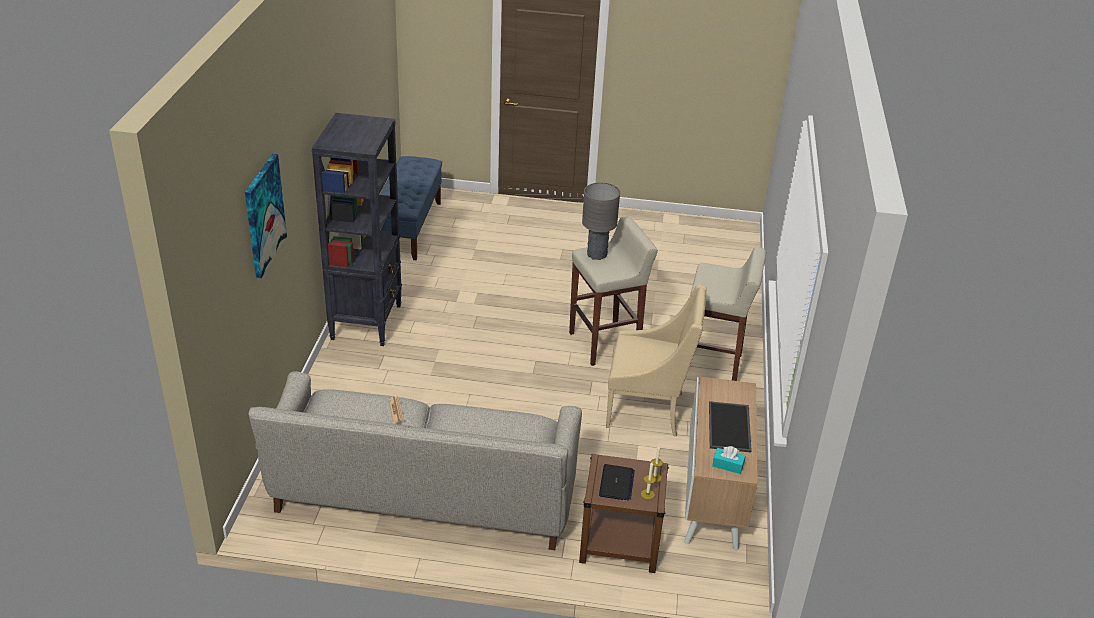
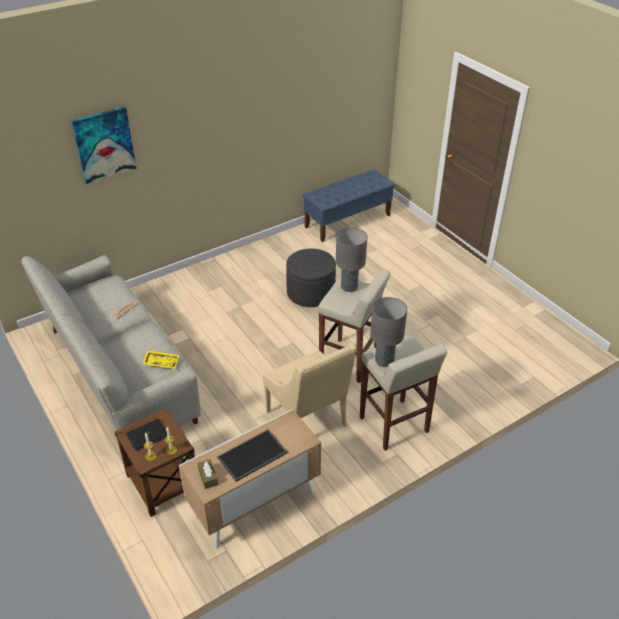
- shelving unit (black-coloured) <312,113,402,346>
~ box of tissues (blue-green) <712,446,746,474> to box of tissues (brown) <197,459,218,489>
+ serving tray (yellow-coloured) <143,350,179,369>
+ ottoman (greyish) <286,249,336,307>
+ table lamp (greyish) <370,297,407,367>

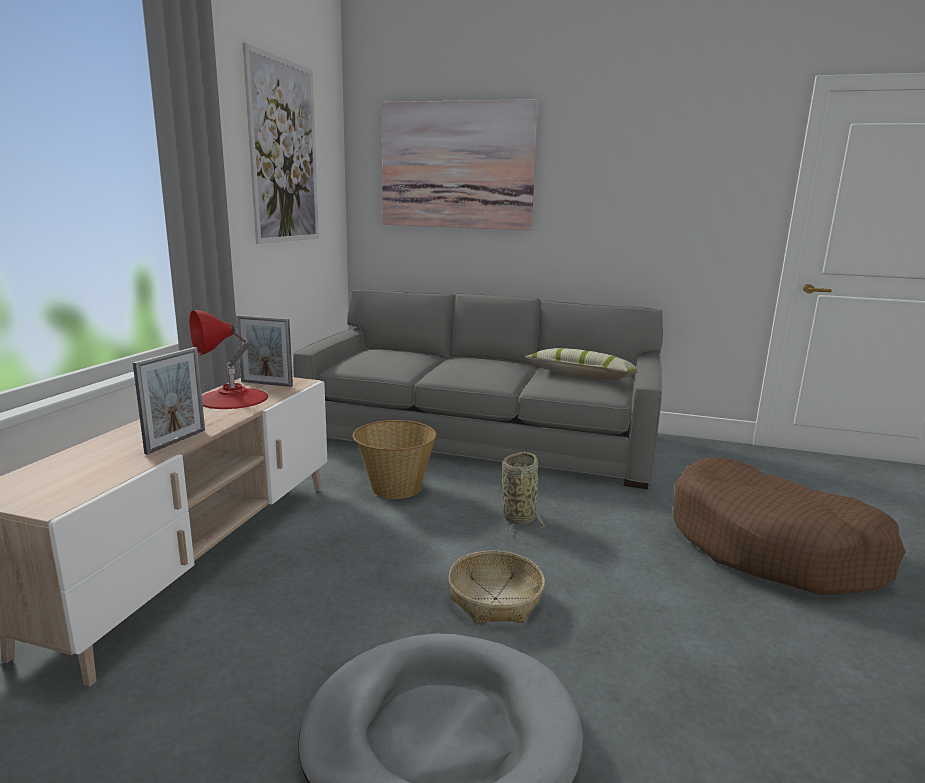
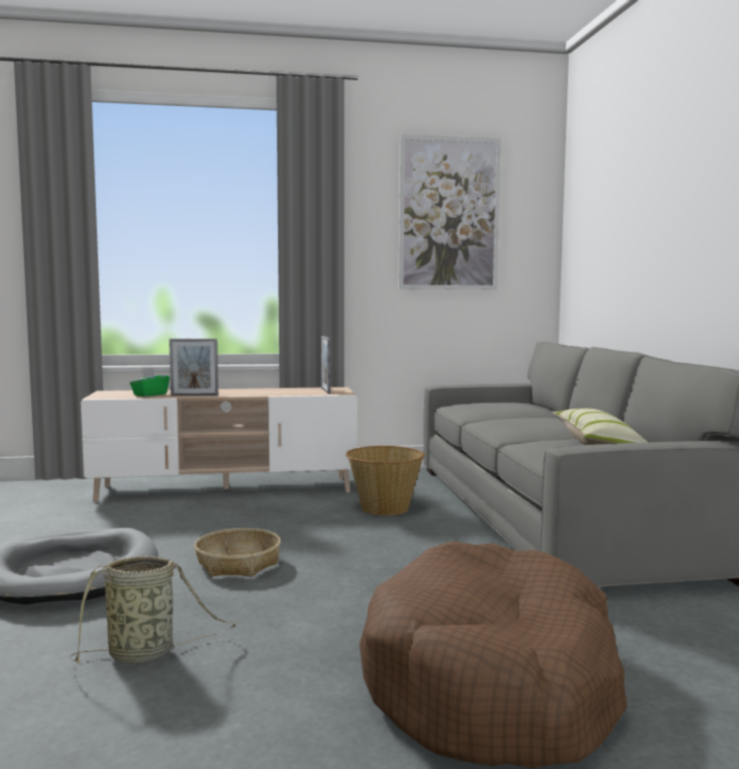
- table lamp (red-coloured) <189,310,268,409>
- wall art <382,99,539,230>
~ basket <502,452,545,535> to <70,556,237,664>
+ box of tissues (green) <130,368,170,397>

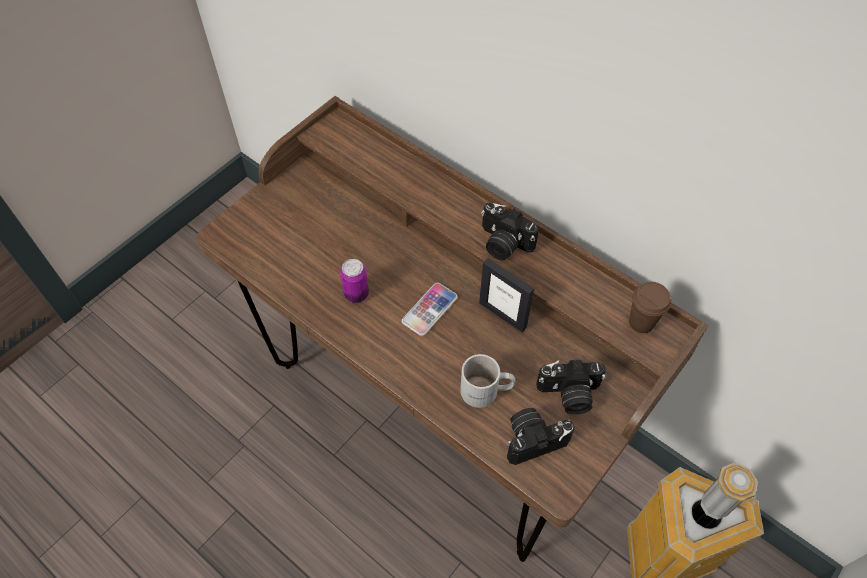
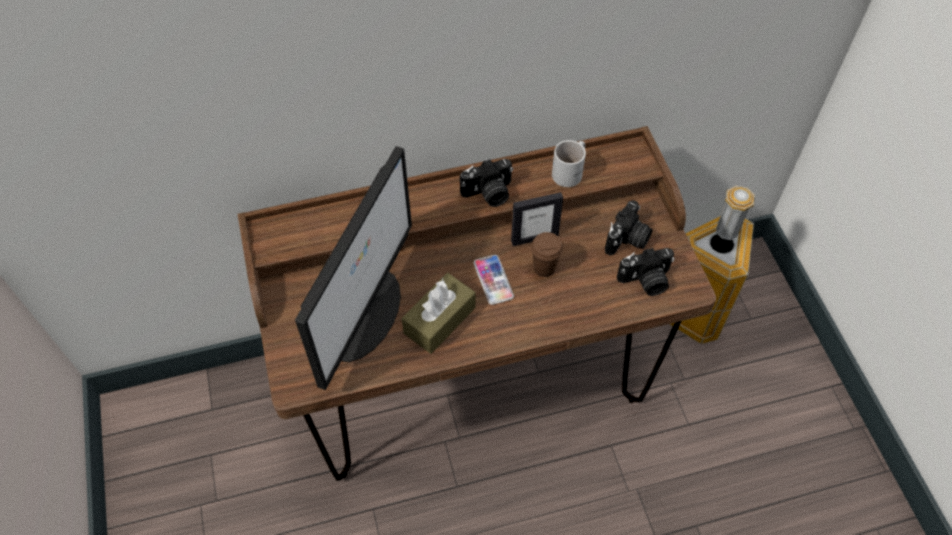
~ can <340,259,369,303> to box of tissues (brown) <402,273,476,354>
~ tea mug (white-coloured) <460,354,515,408> to <552,140,586,187>
~ photo camera <507,408,575,465> = <617,248,675,296> 120 degrees counterclockwise
~ small cup (brown) <629,282,671,333> to <531,232,563,277>
+ monitor <295,146,412,390>

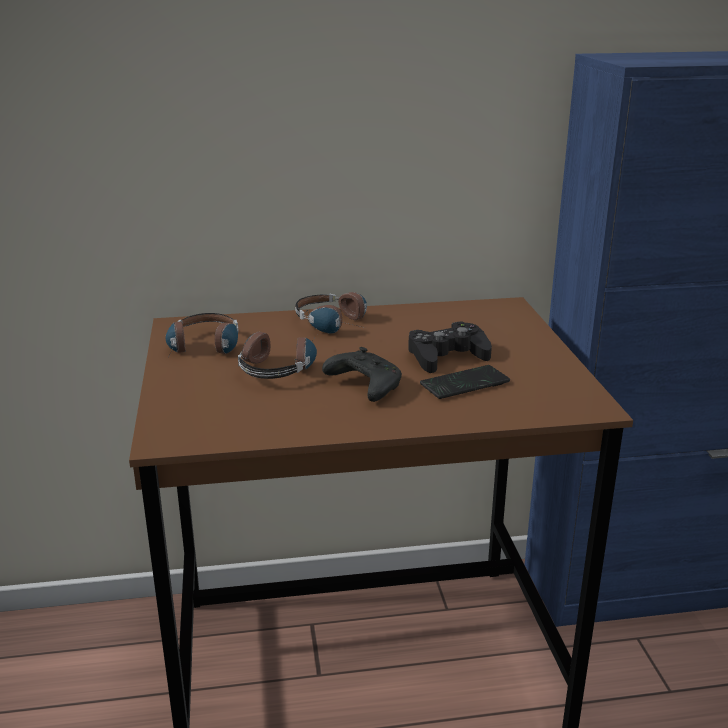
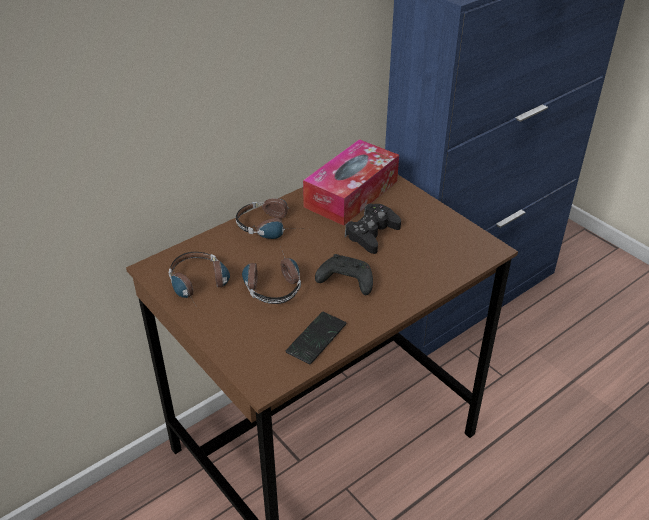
~ handset <420,365,510,399> to <286,312,346,364>
+ box of tissues <303,139,399,226>

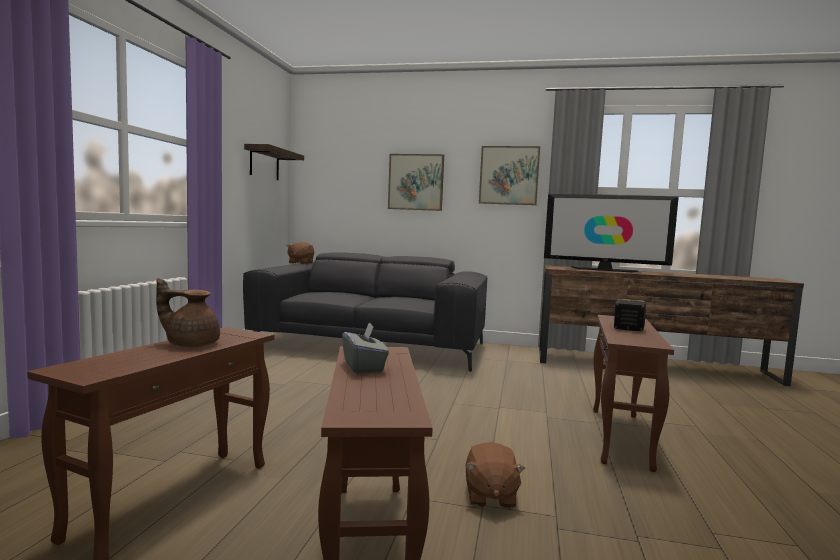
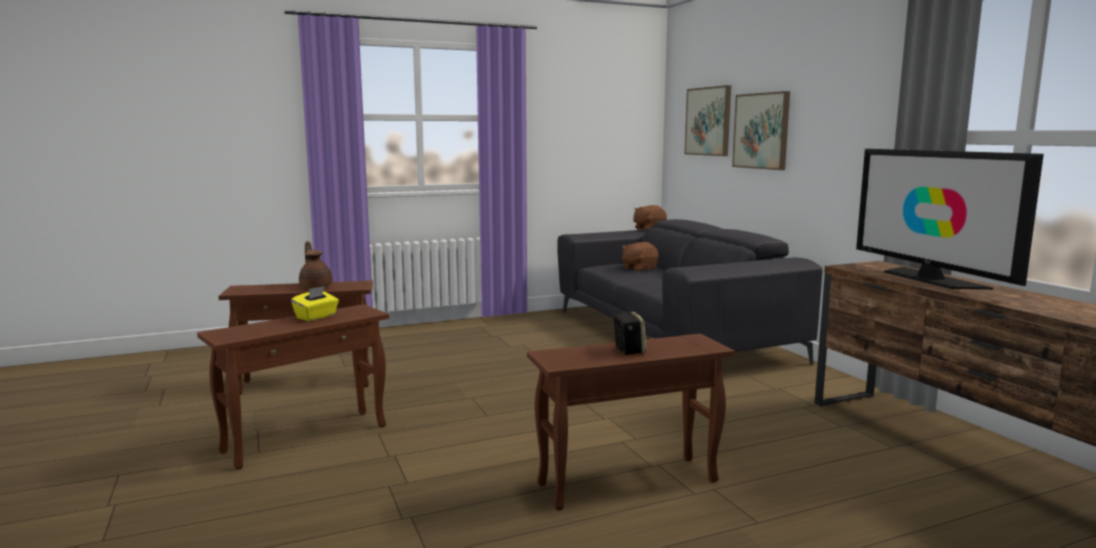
- wall shelf <244,144,304,180>
~ box of tissues (greyish) <342,323,389,374> to box of tissues (yellow-coloured) <291,286,339,321>
~ cuddly toy (brown) <465,442,525,508> to <622,242,659,271>
~ wall art <479,146,540,205> to <685,85,731,156>

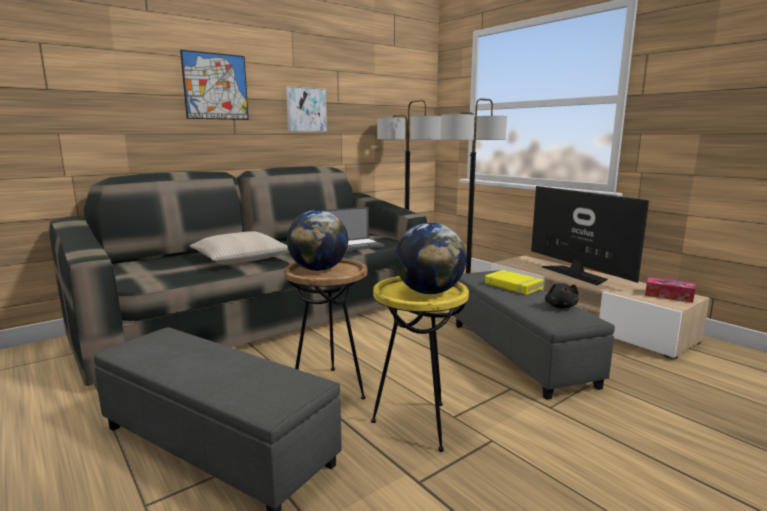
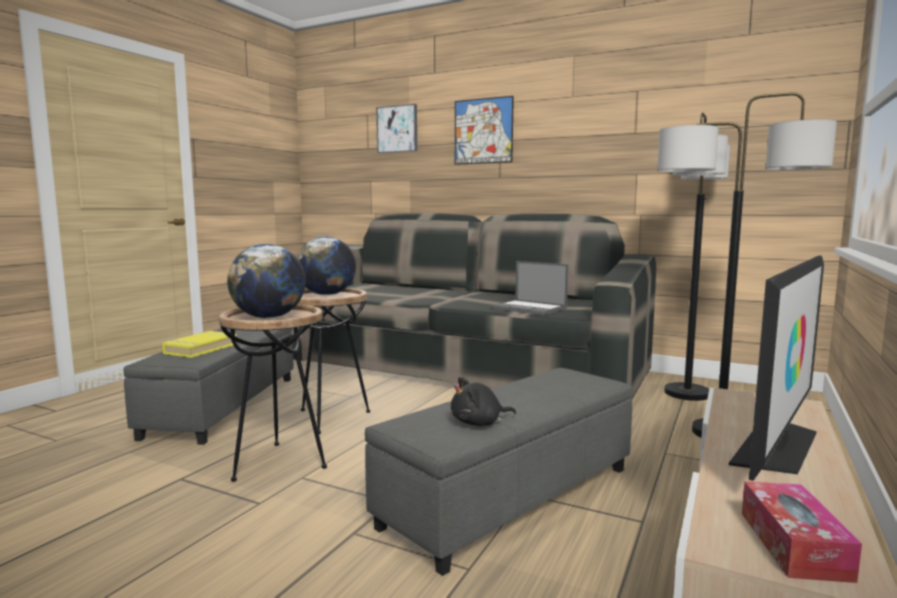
- pillow (beige) <189,231,289,264>
~ wall art <286,86,327,132> to <376,104,417,153>
~ end table (yellow-coloured) <371,276,469,452> to end table (brown) <219,305,327,482>
~ book (yellow-coloured) <485,270,544,295> to <162,331,236,358>

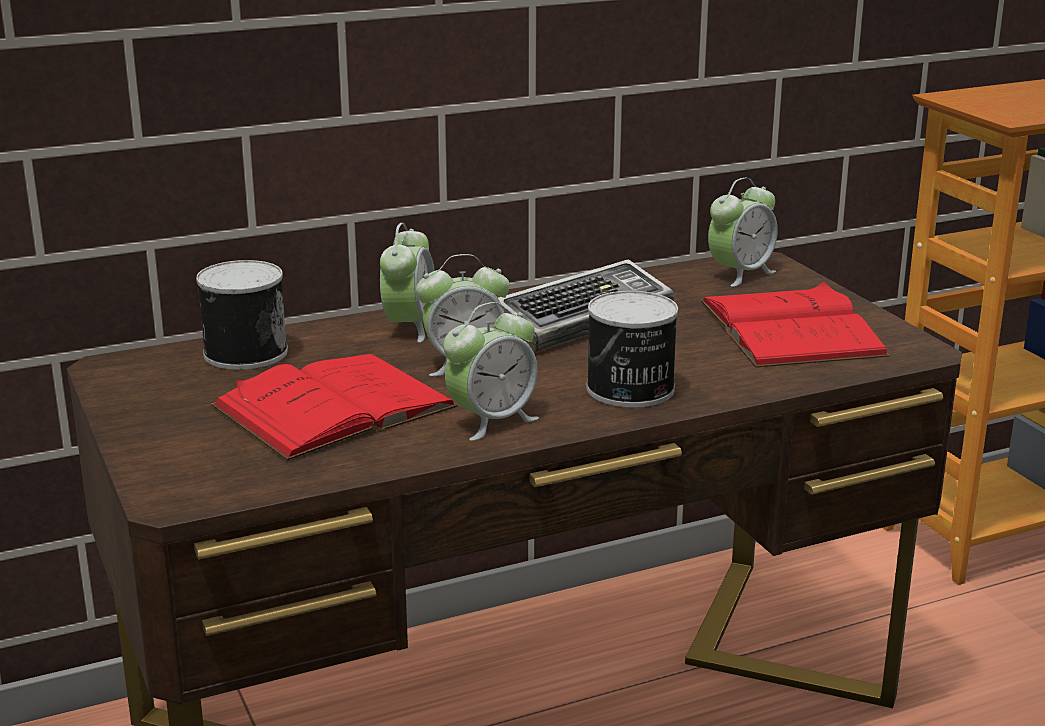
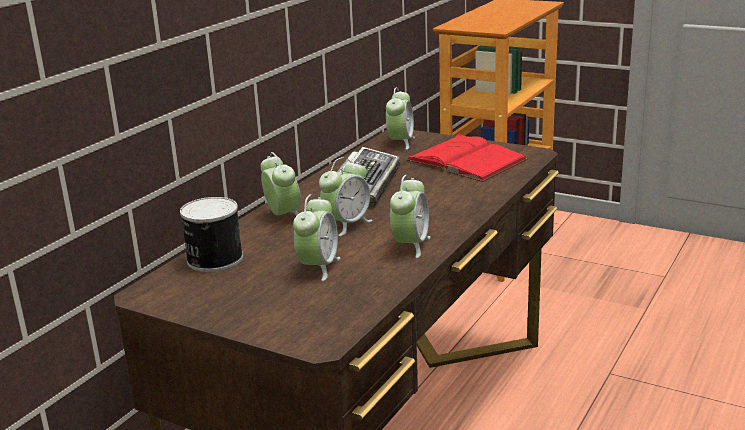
~ book (red-coloured) <211,354,457,461> to alarm clock <293,194,340,281>
- can <587,291,678,408>

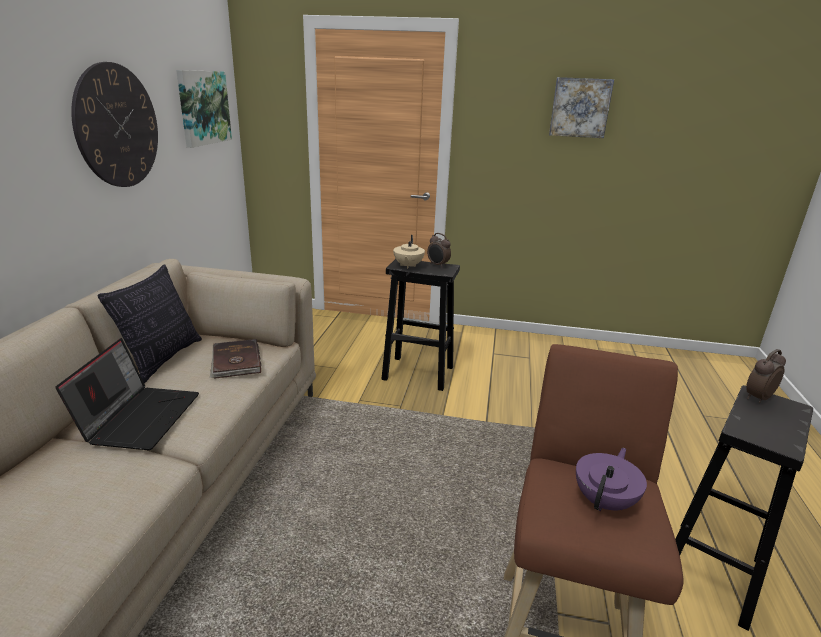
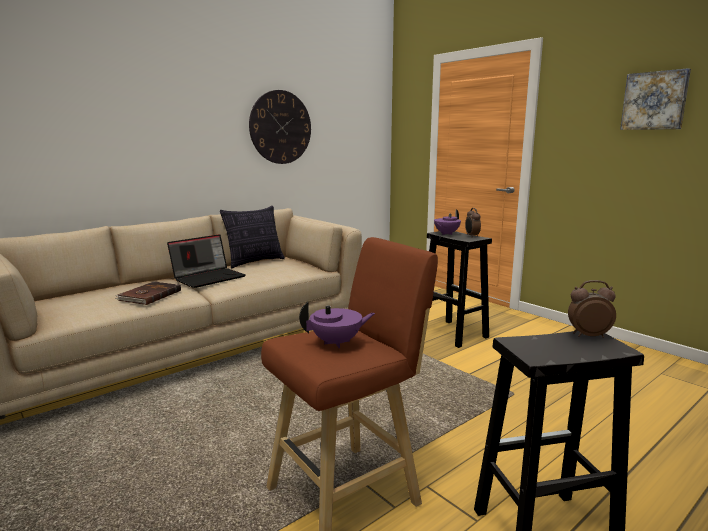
- wall art <176,70,232,148>
~ book (brown) <210,339,261,379> to <115,282,181,305>
~ pot for tea (beige) <393,235,425,269> to pot for tea (purple) <434,209,461,235>

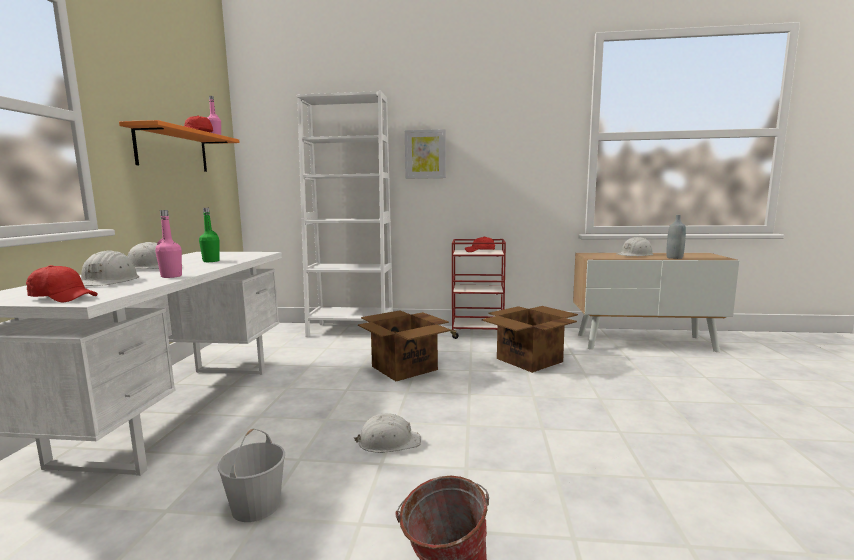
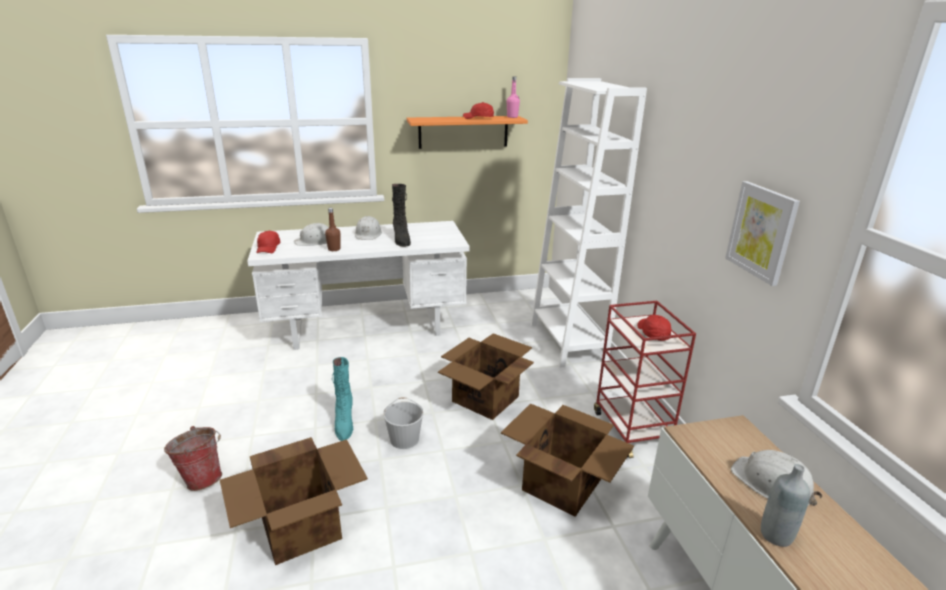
~ drink bottle (pink-coloured) <155,210,182,278> to drink bottle (brown) <325,208,340,251>
~ drink bottle (green) <199,208,220,262> to tall boot (black-coloured) <392,184,411,247>
~ pail (white-coloured) <218,429,285,522> to <384,397,423,449>
~ safety helmet (white-coloured) <354,413,421,453> to tall boot (blue-green) <332,357,353,441>
~ wall art <405,129,446,179> to <725,181,800,286>
+ carton <220,437,368,565>

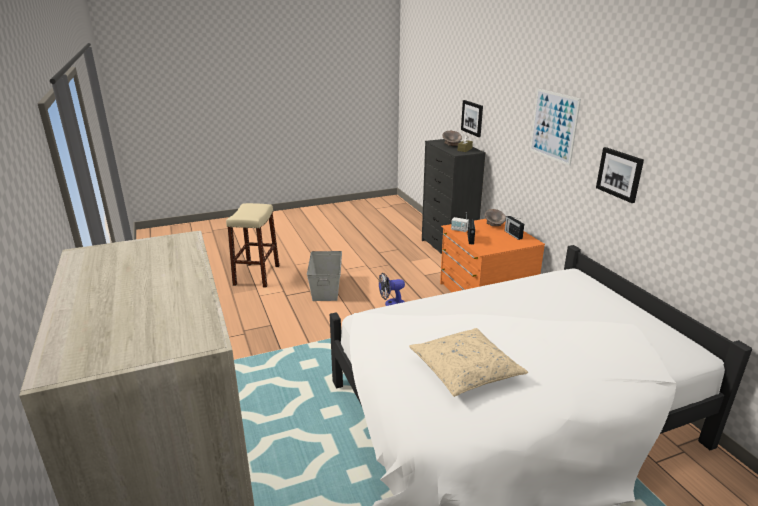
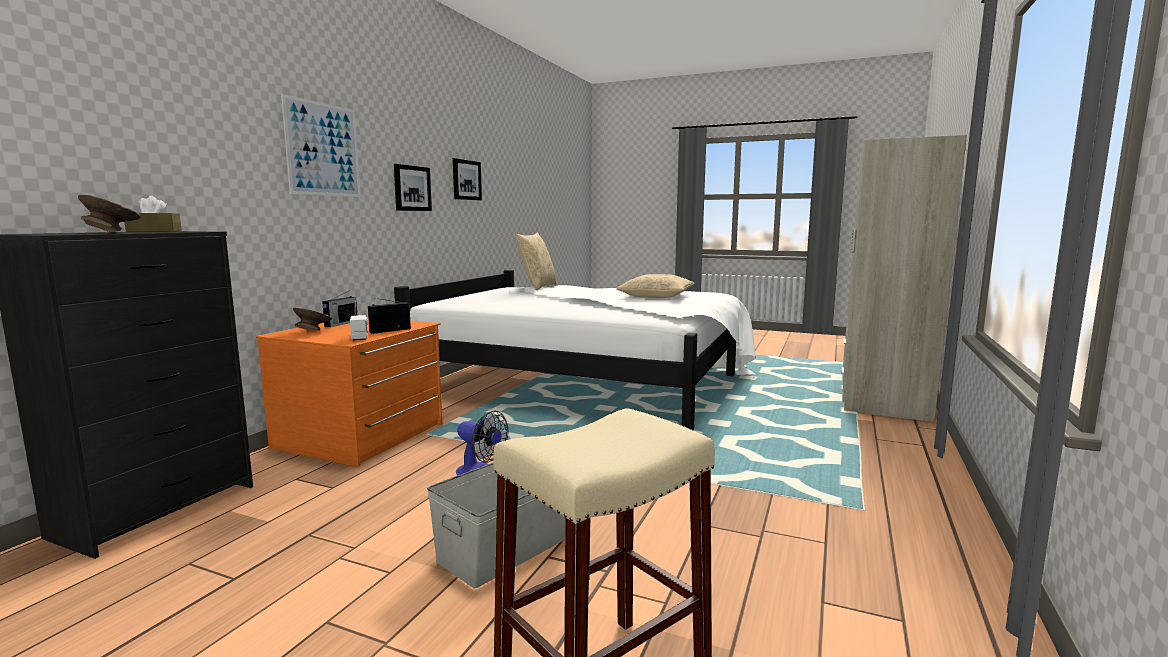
~ wall art <461,100,483,137> to <453,158,482,200>
+ pillow (beige) <515,232,557,291>

